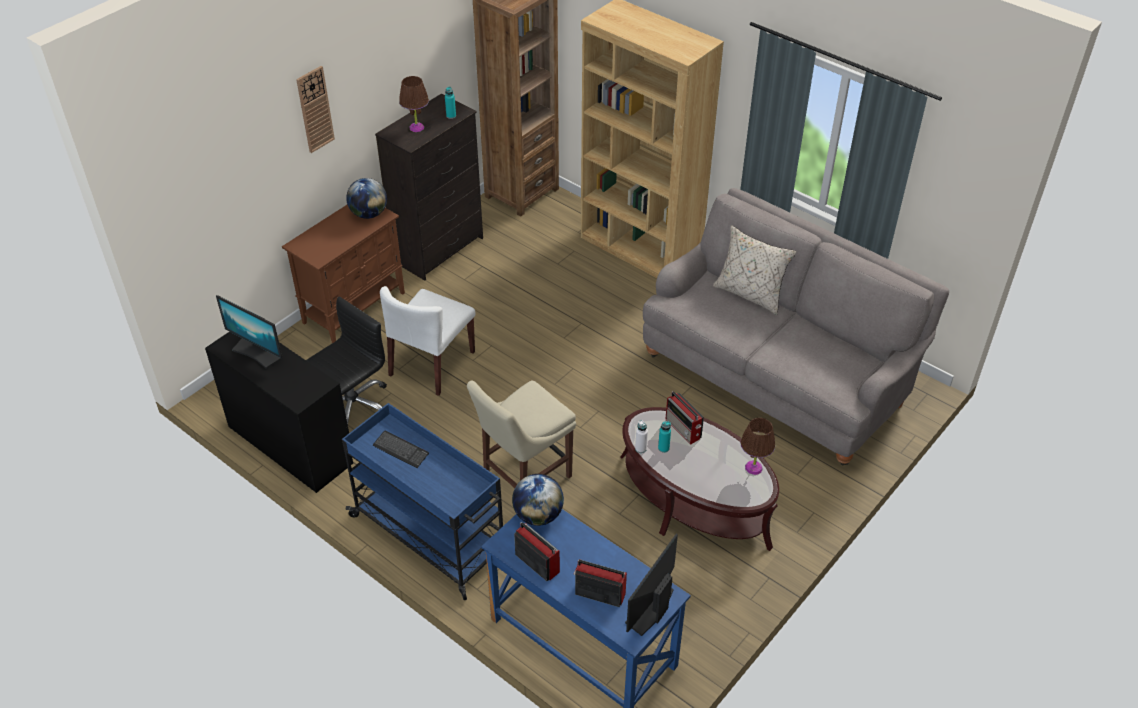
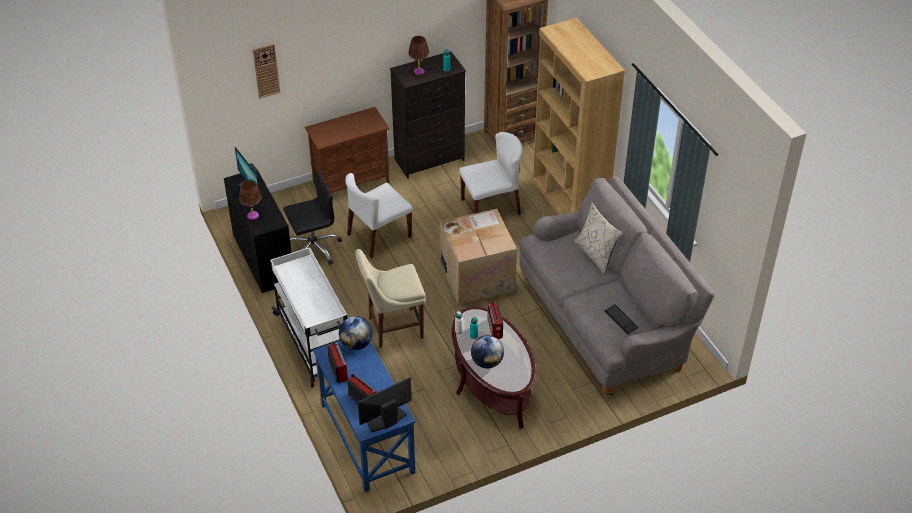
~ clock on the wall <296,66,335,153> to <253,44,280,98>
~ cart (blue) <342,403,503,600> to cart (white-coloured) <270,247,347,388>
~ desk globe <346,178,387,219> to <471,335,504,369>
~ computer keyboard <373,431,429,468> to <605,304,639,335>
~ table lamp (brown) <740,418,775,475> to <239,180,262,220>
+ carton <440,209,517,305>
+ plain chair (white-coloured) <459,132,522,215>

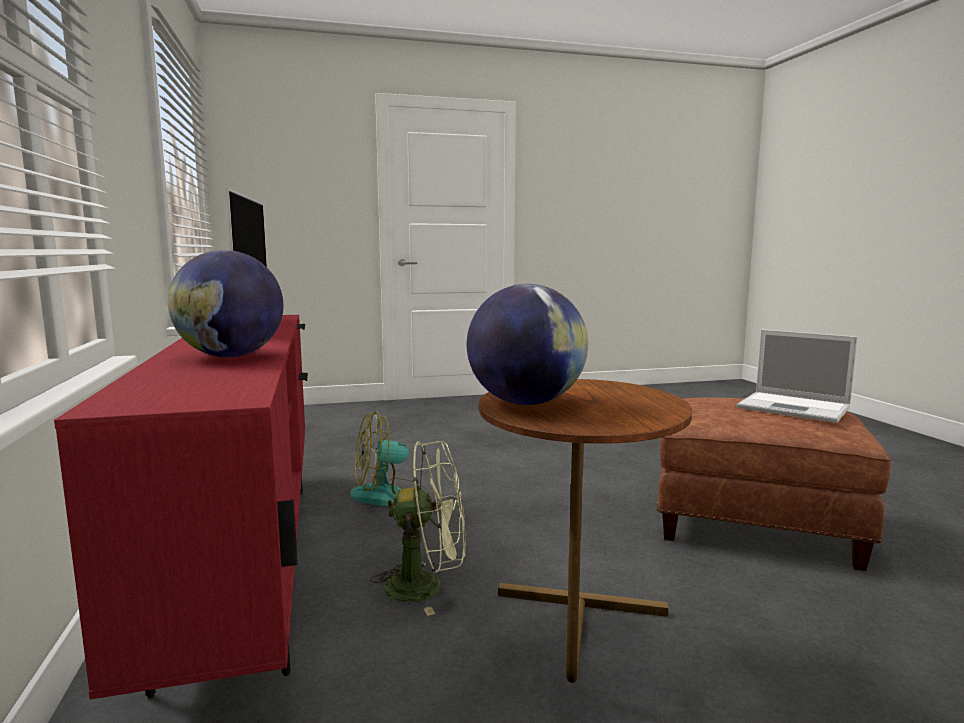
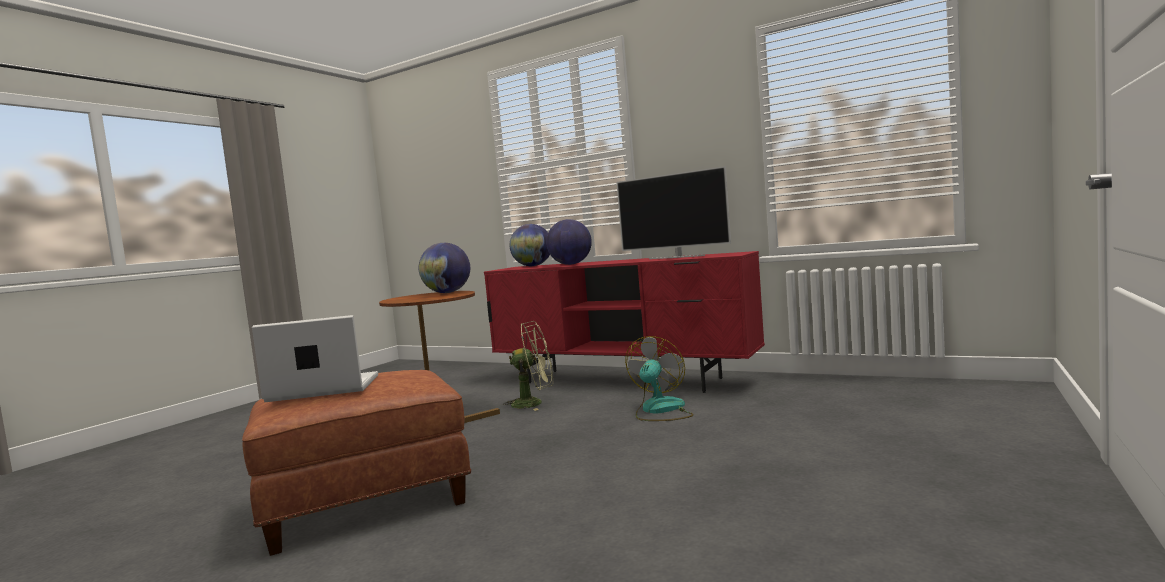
~ cooling fan (green) <370,441,466,616> = <503,321,553,411> 135 degrees counterclockwise
+ desk globe <510,224,550,266>

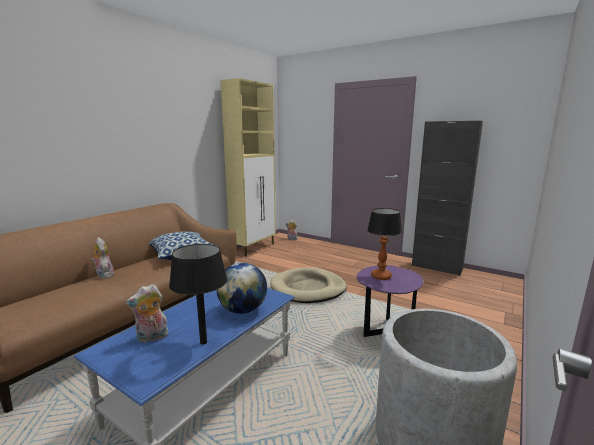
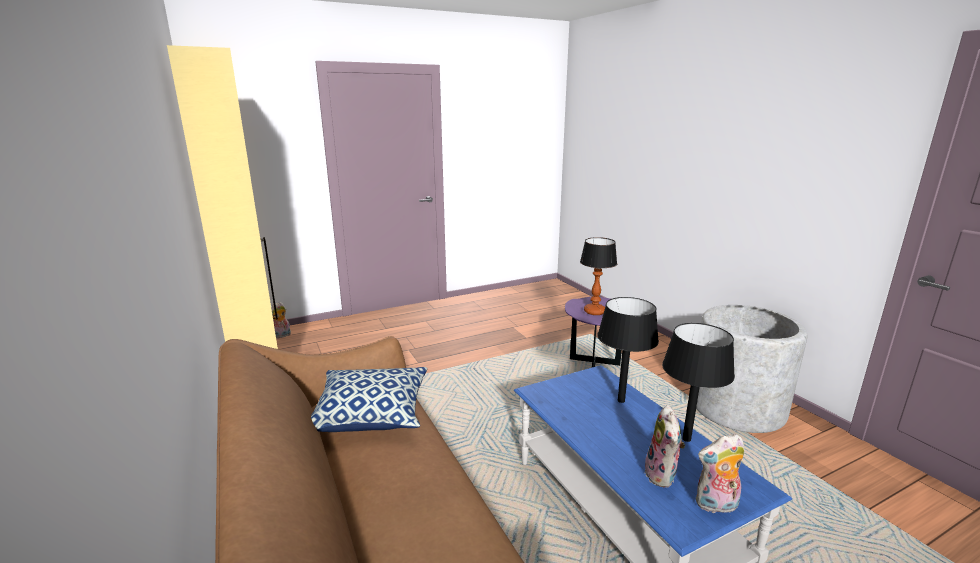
~ cuddly toy <91,237,114,279> to <696,434,745,513>
~ desk globe <216,263,267,314> to table lamp (black-coloured) <597,297,659,403>
- pet bed (beige) <270,267,347,303>
- storage cabinet (black-coloured) <412,121,483,276>

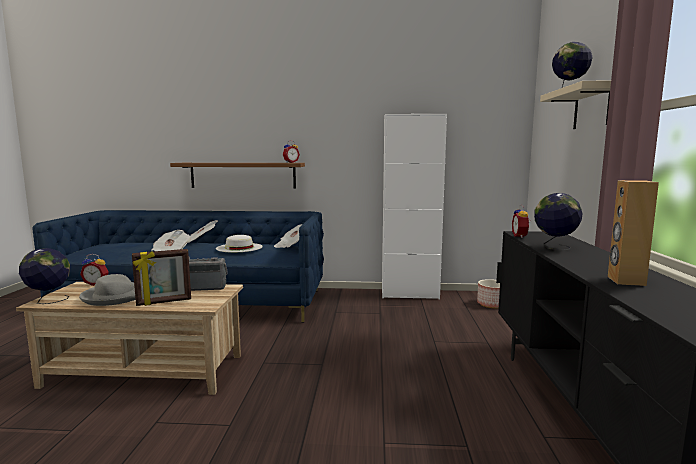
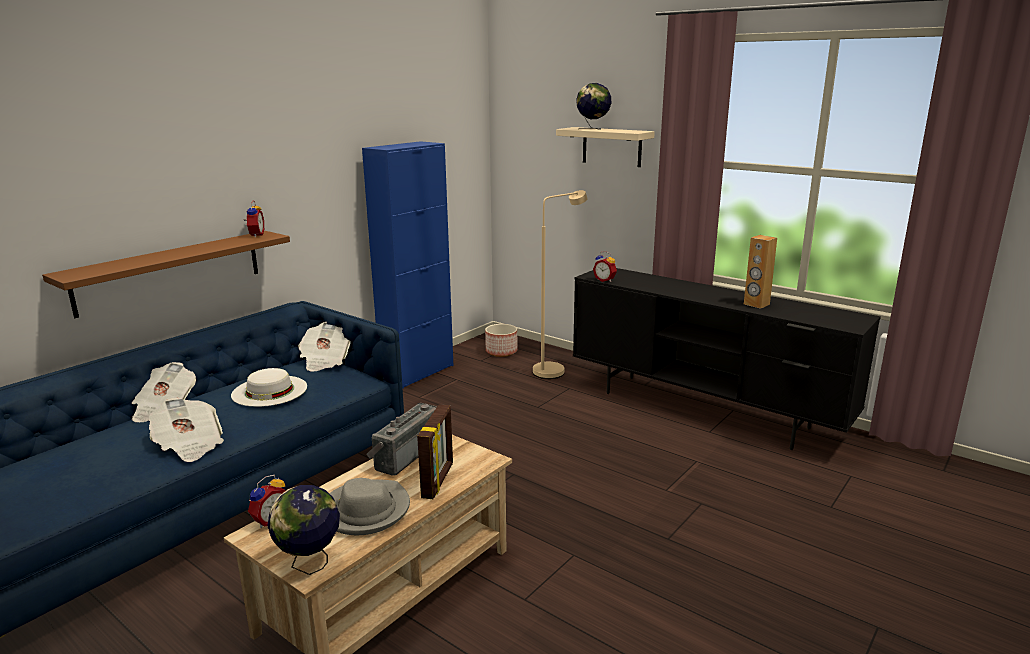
~ storage cabinet (white-coloured) <382,114,447,299> to storage cabinet (blue) <362,141,453,389>
- desk globe <534,193,583,250>
+ standing lamp (beige) <533,190,588,379>

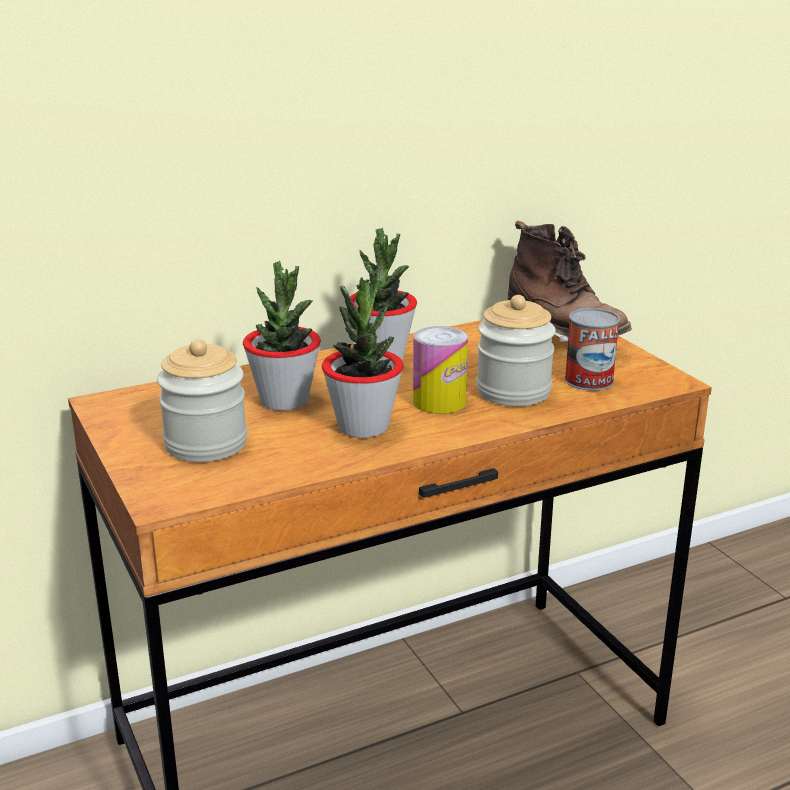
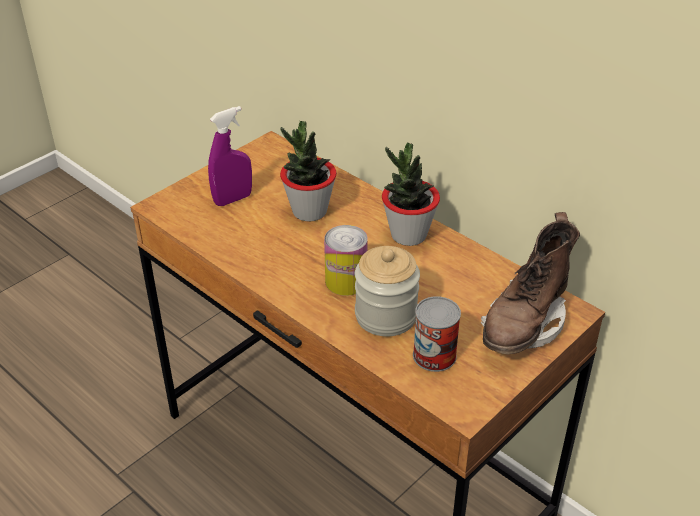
~ storage jar <157,339,247,462> to spray bottle (purple) <208,106,252,206>
- potted plant <322,269,403,438>

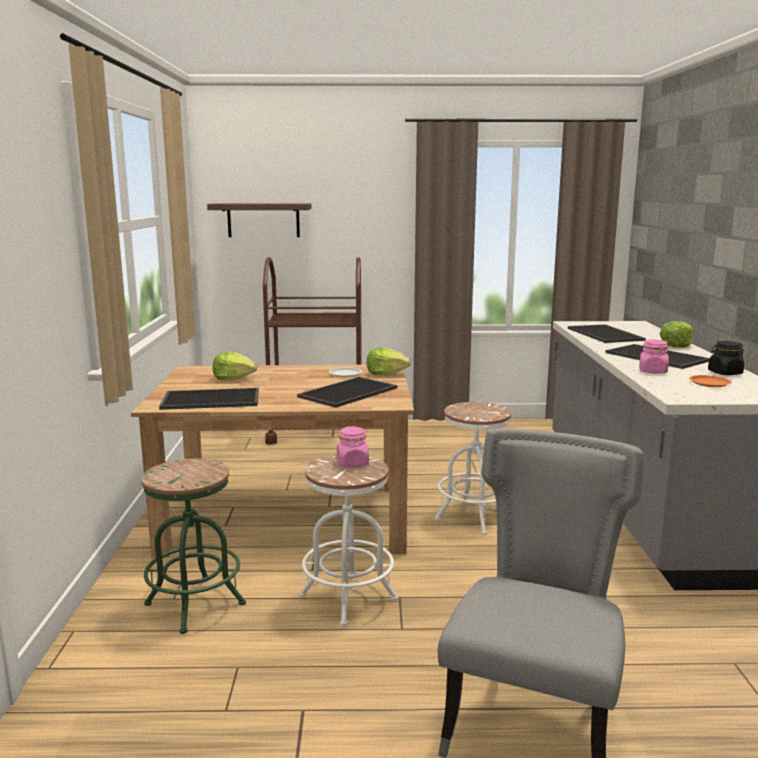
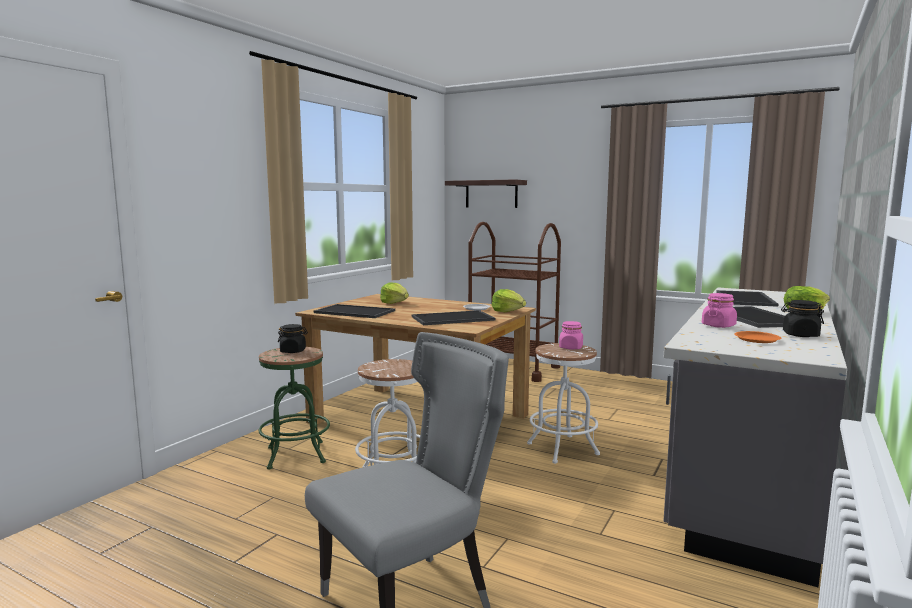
~ storage jar (pink-coloured) <337,426,369,467> to <559,321,583,349>
+ storage jar (black-coloured) <278,324,308,353>

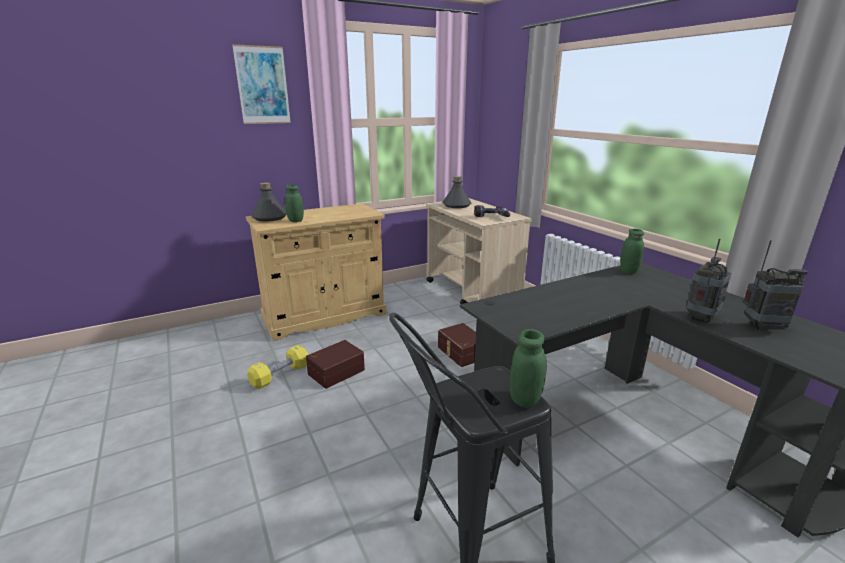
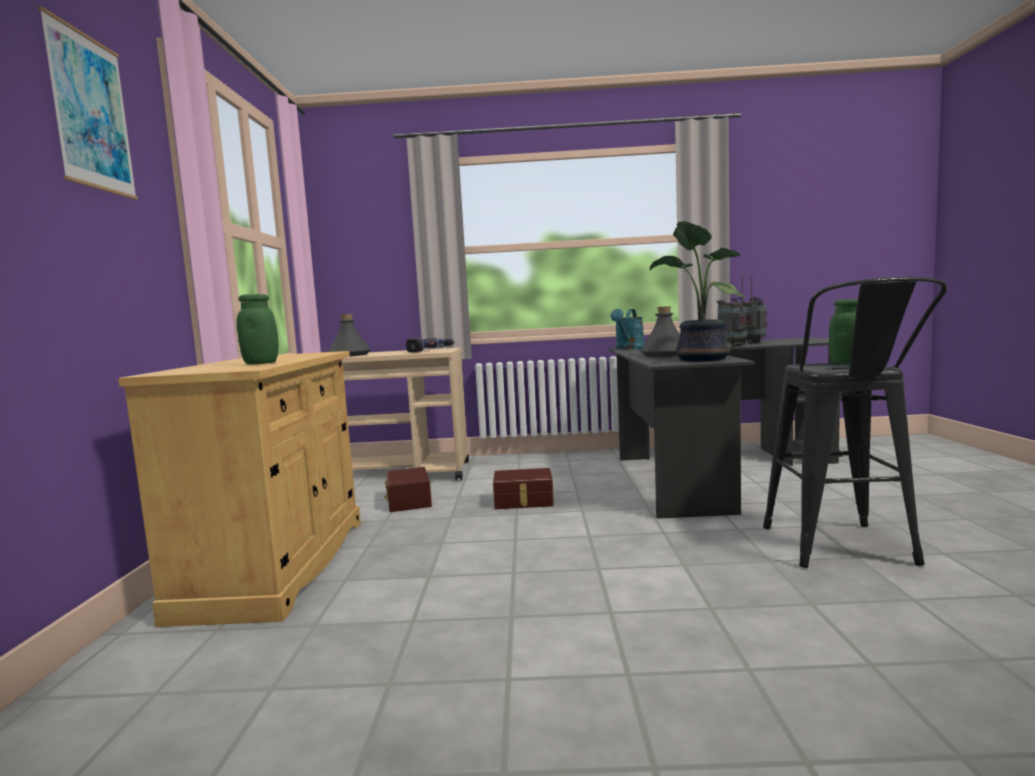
- dumbbell (yellow-coloured) <247,345,308,389>
~ drink bottle (greyish) <251,182,287,222> to <640,306,680,357>
~ storage box (brown) <306,340,365,389> to <384,467,432,512>
~ storage jar (green) <620,229,644,274> to sprinkling can (blue-green) <610,309,644,350>
+ potted plant <650,221,745,361>

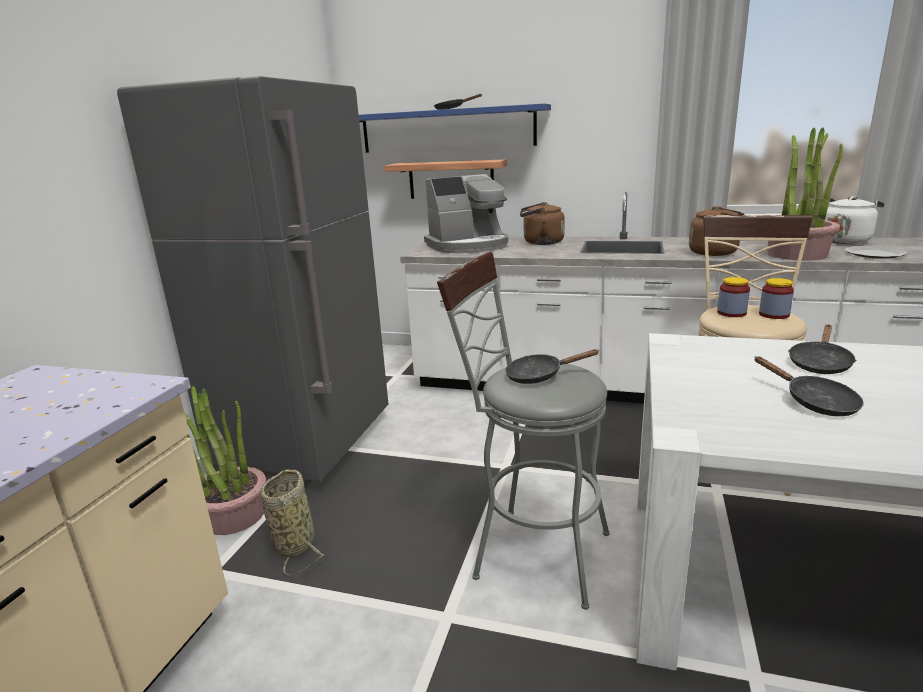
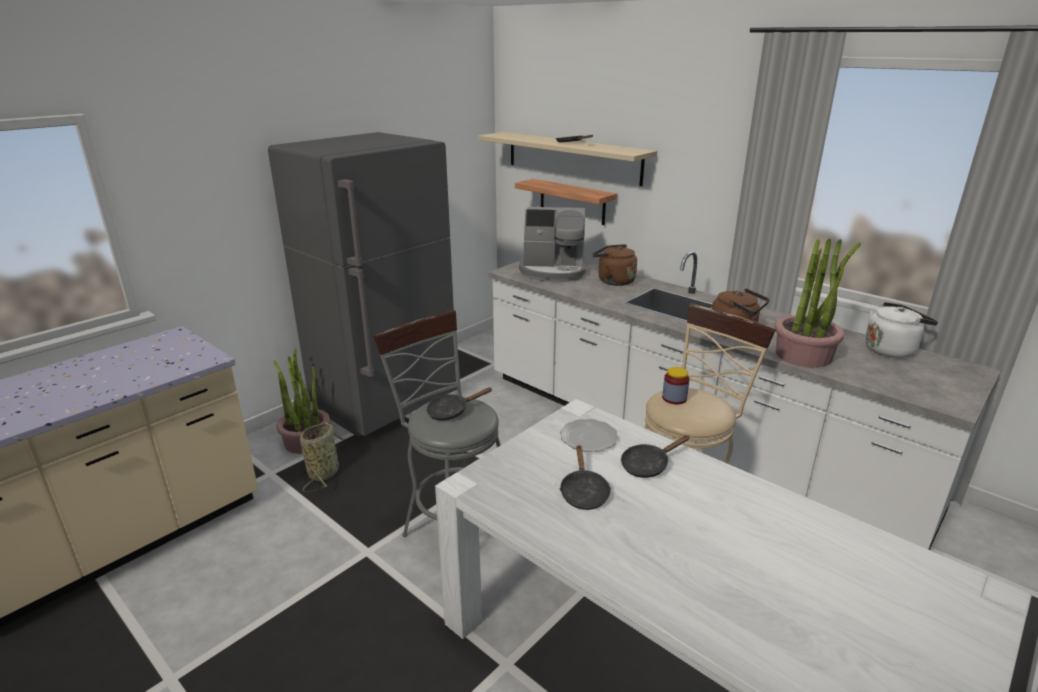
~ wall shelf (blue) <359,103,551,153> to wall shelf (beige) <478,132,657,186>
~ pan (black-coloured) <505,349,599,384> = <426,387,493,421> 45 degrees counterclockwise
- storage jar <759,278,794,319>
~ plate <845,246,907,259> to <560,419,619,452>

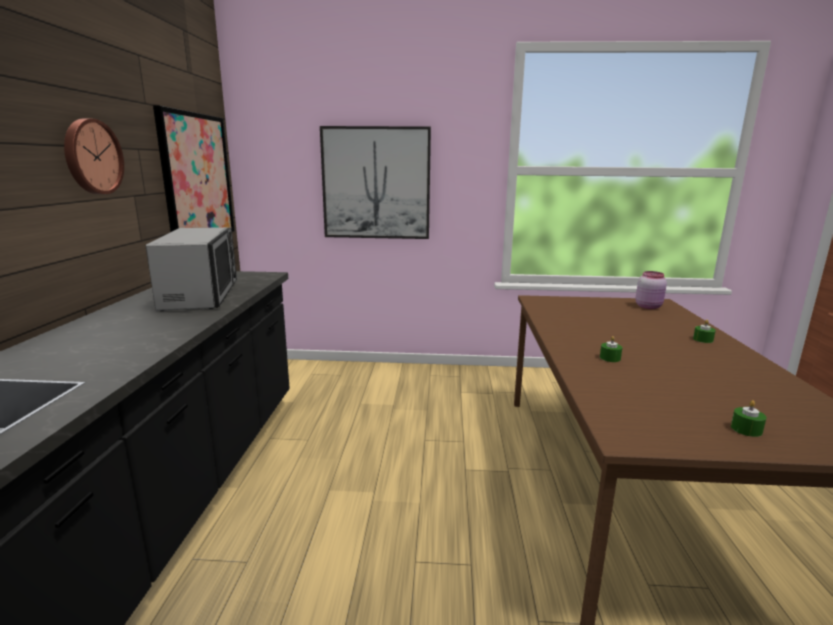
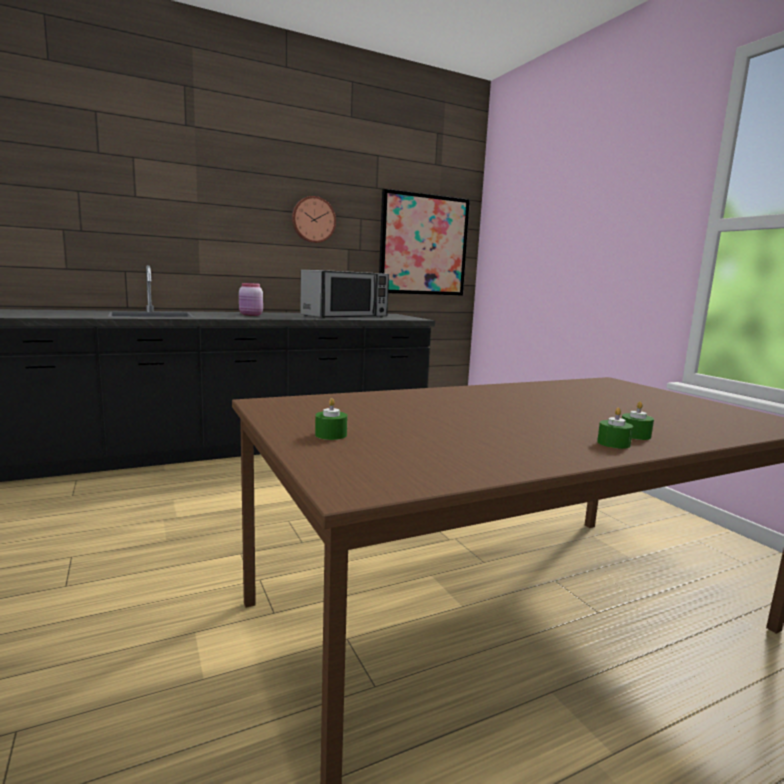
- wall art <320,126,431,239>
~ wax light (green) <600,336,622,362> to <597,408,633,449>
~ storage jar (pink-coloured) <635,271,667,309> to <239,283,263,316>

